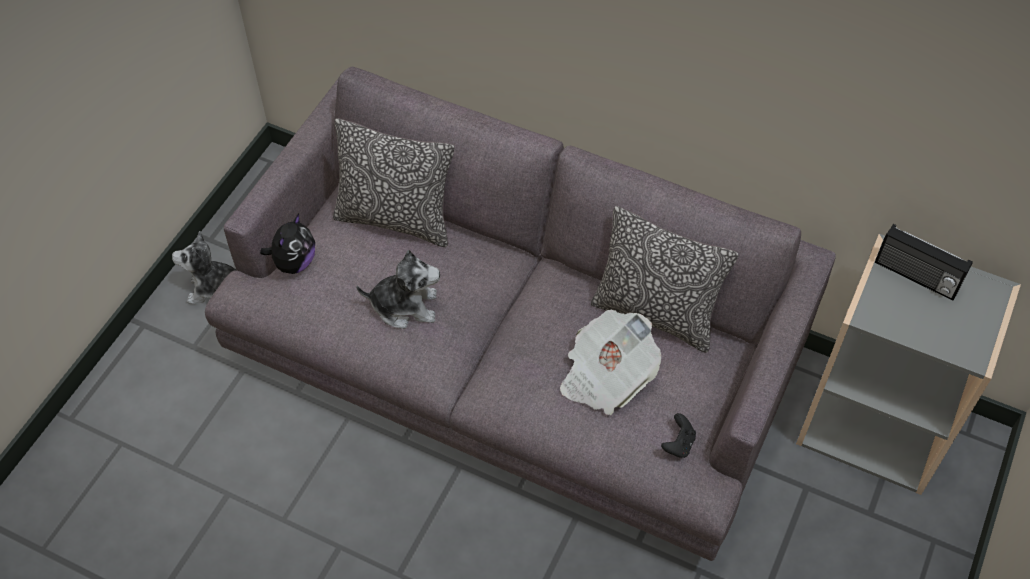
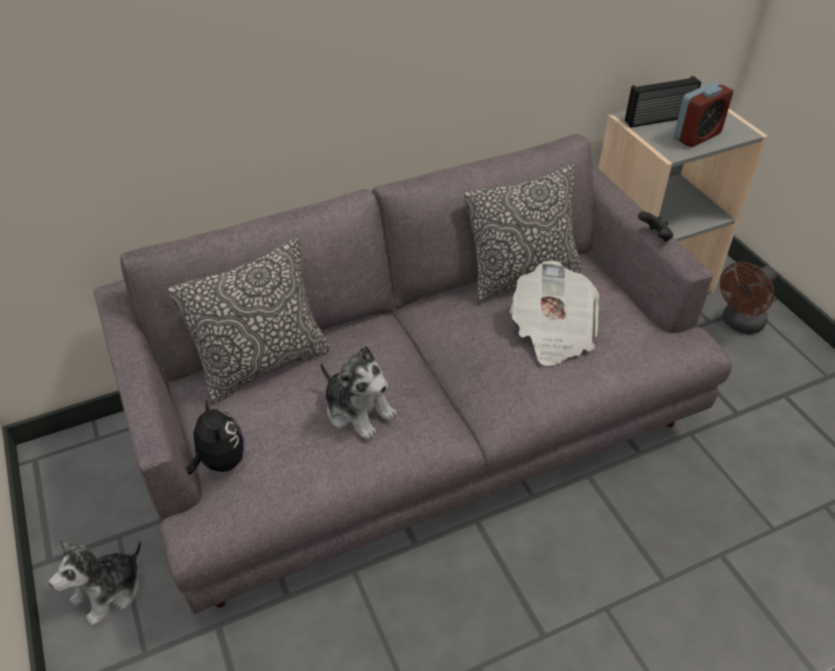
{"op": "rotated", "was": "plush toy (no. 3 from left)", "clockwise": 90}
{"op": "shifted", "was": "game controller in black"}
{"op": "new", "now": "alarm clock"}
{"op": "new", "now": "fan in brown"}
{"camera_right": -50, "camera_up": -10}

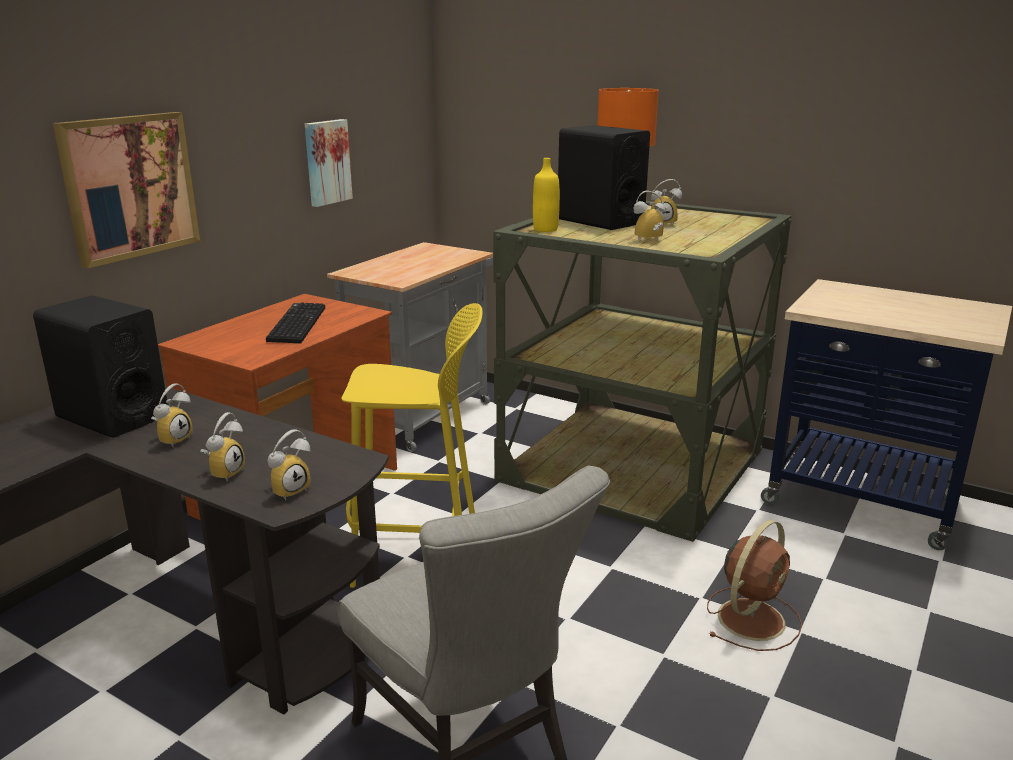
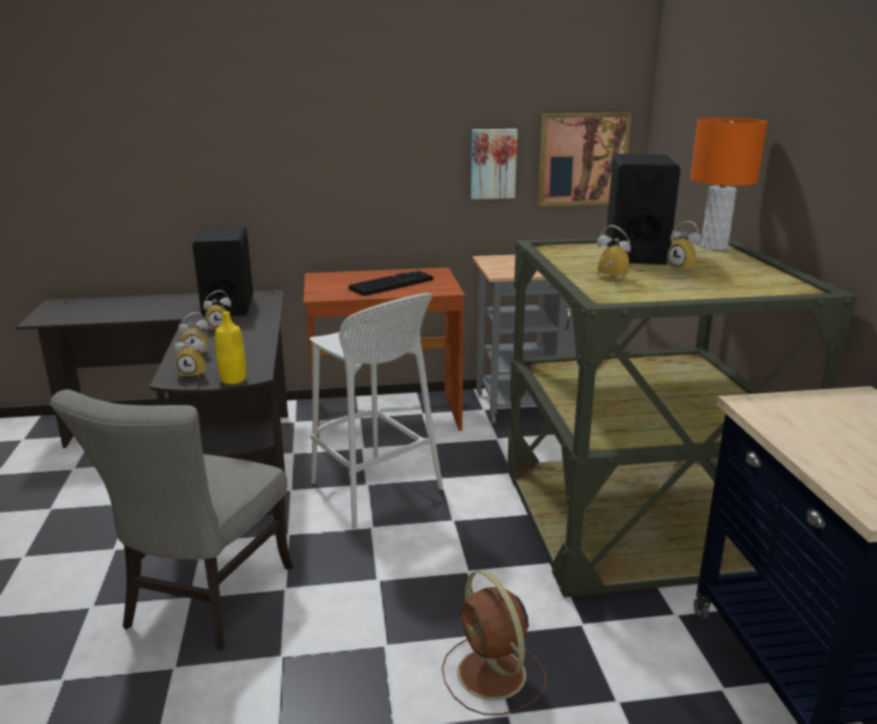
{"op": "shifted", "was": "picture (no. 1 from left in the first image)", "now": "picture (no. 2 from left)"}
{"op": "shifted", "was": "bottle in yellow"}
{"op": "repainted", "was": "stool in yellow", "now": "stool in white"}
{"op": "rotated", "was": "fan in brown", "clockwise": 60}
{"camera_right": 50, "camera_up": 0}

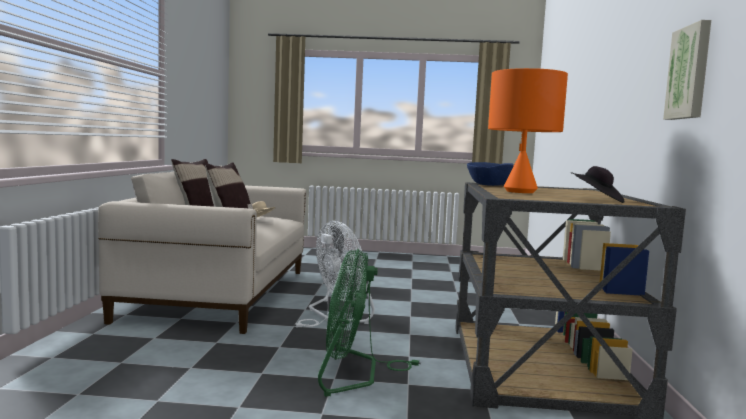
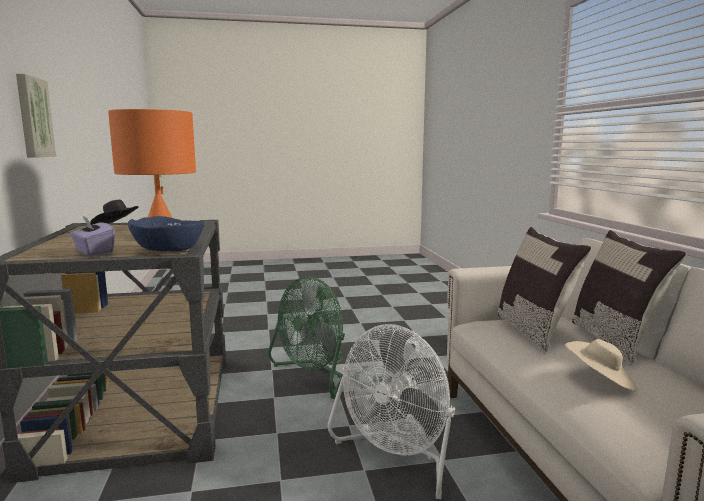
{"op": "rotated", "was": "fan in green", "clockwise": 150}
{"op": "new", "now": "tissue box in purple"}
{"camera_right": 165, "camera_up": 5}

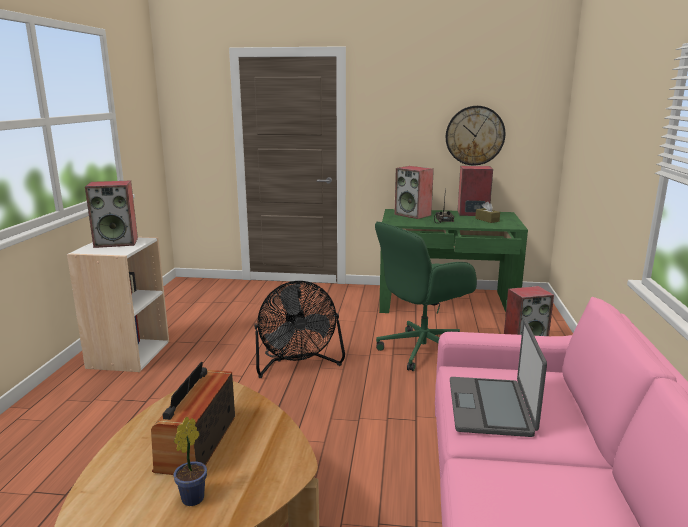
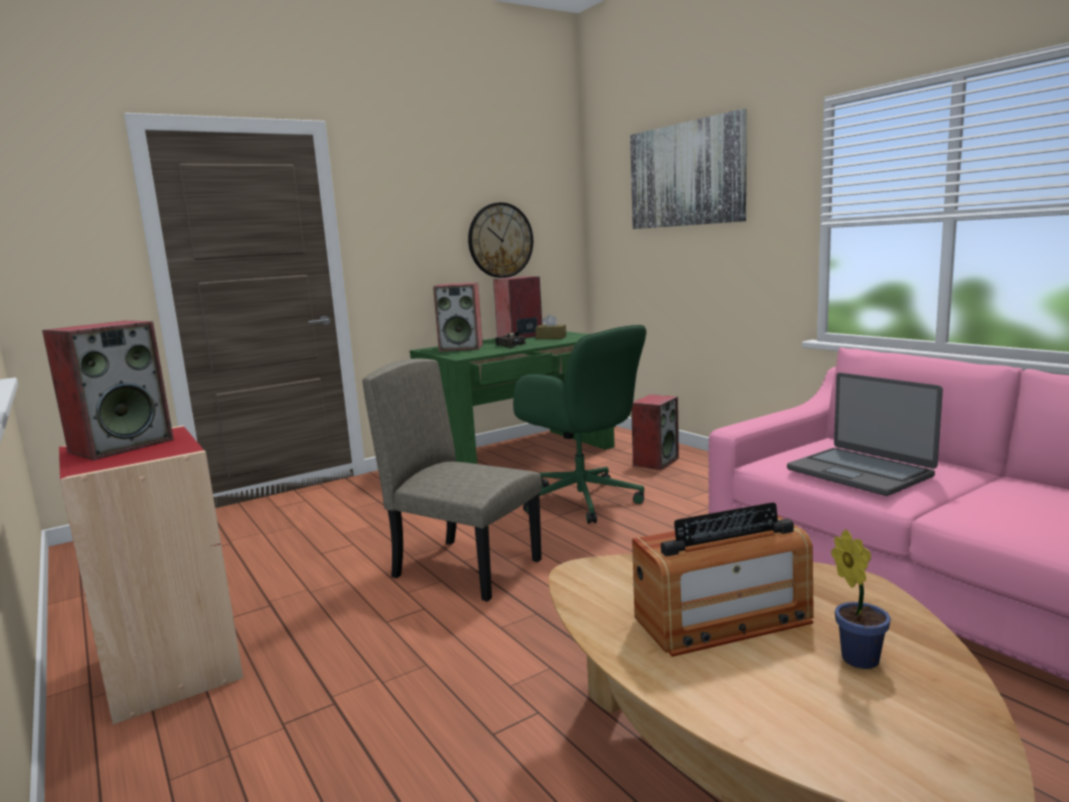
{"op": "rotated", "was": "office chair in green", "clockwise": -60}
{"op": "repainted", "was": "bookcase in white", "now": "bookcase in red"}
{"op": "swapped", "was": "fan in black", "now": "chair in beige"}
{"op": "rotated", "was": "radio (no. 1 from left in the first image)", "clockwise": -75}
{"op": "new", "now": "picture"}
{"camera_right": -40, "camera_up": -5}

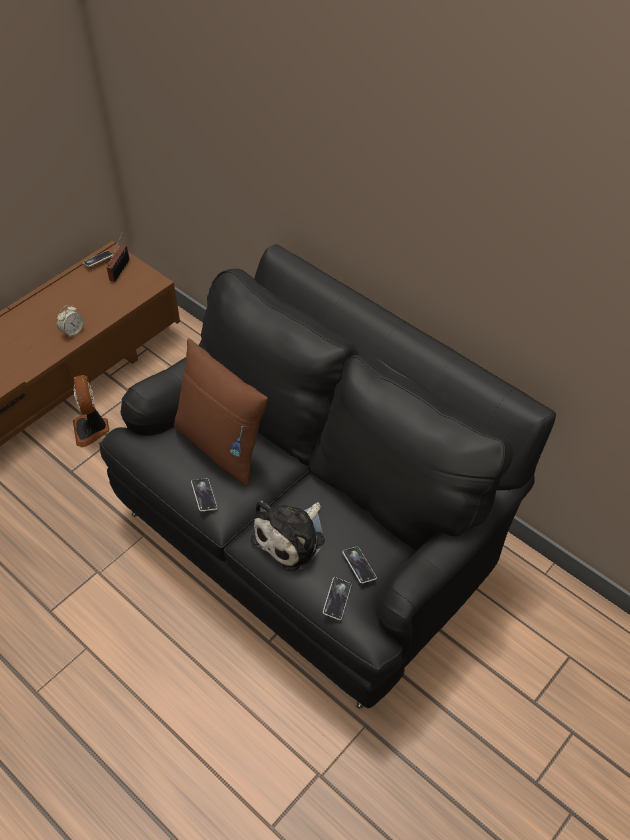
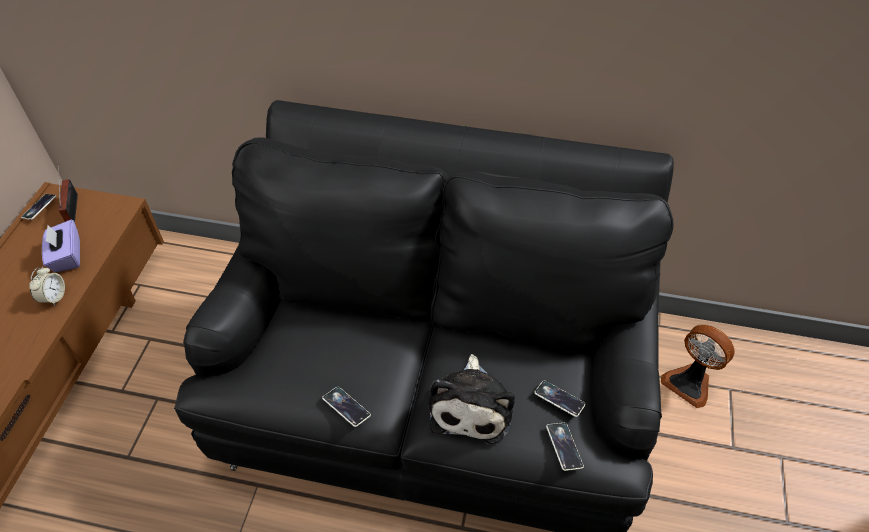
{"op": "gone", "was": "pillow in brown"}
{"op": "shifted", "was": "fan"}
{"op": "new", "now": "tissue box in purple"}
{"camera_right": -30, "camera_up": 0}

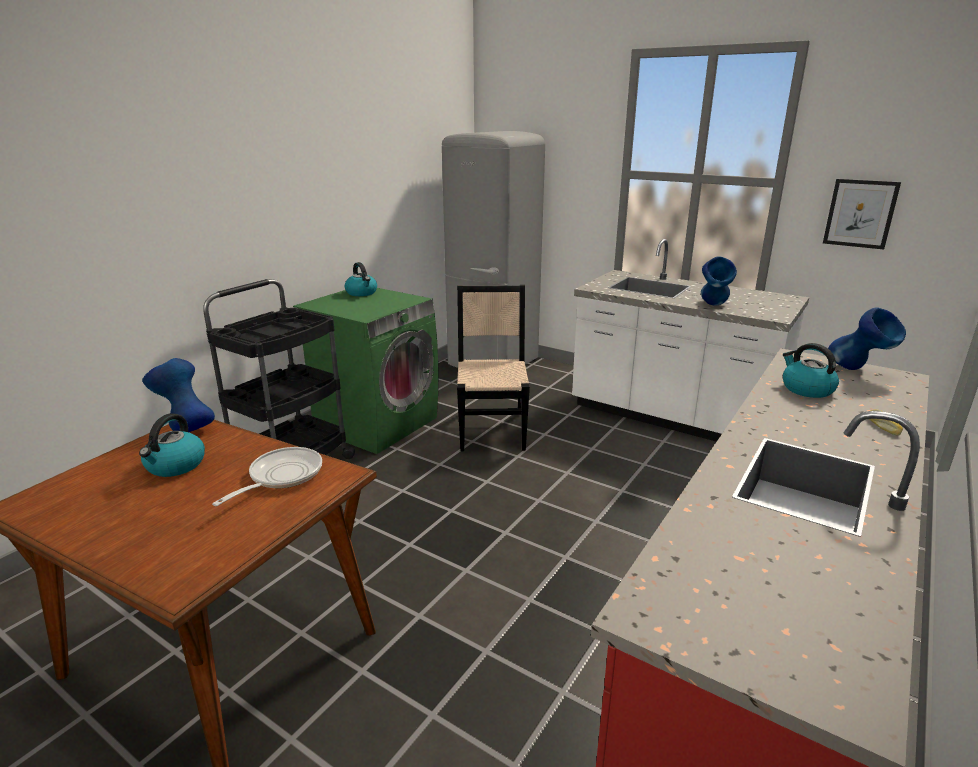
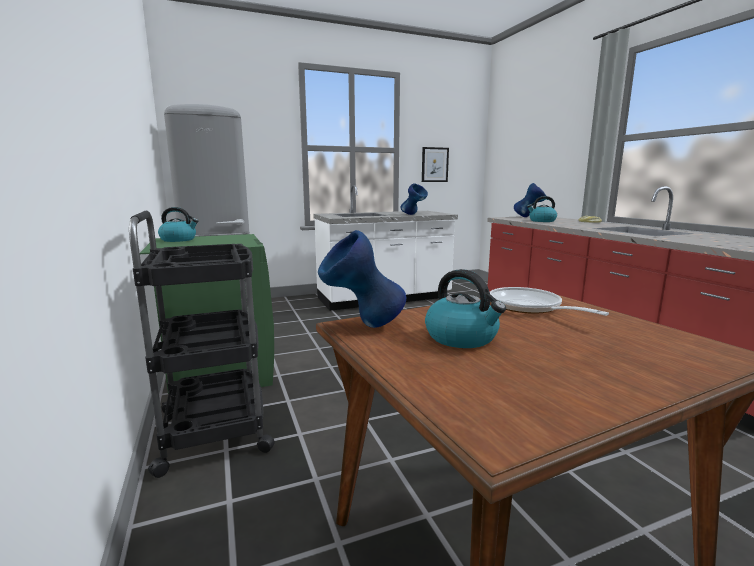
{"op": "gone", "was": "chair"}
{"camera_right": -55, "camera_up": -10}

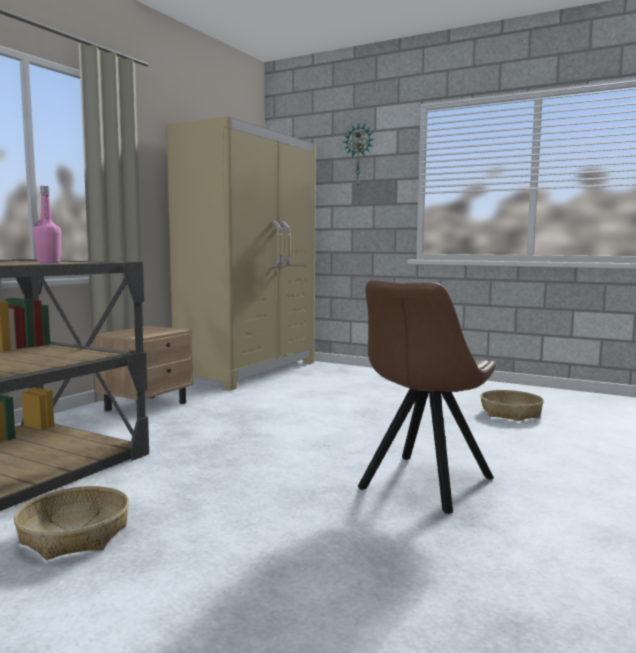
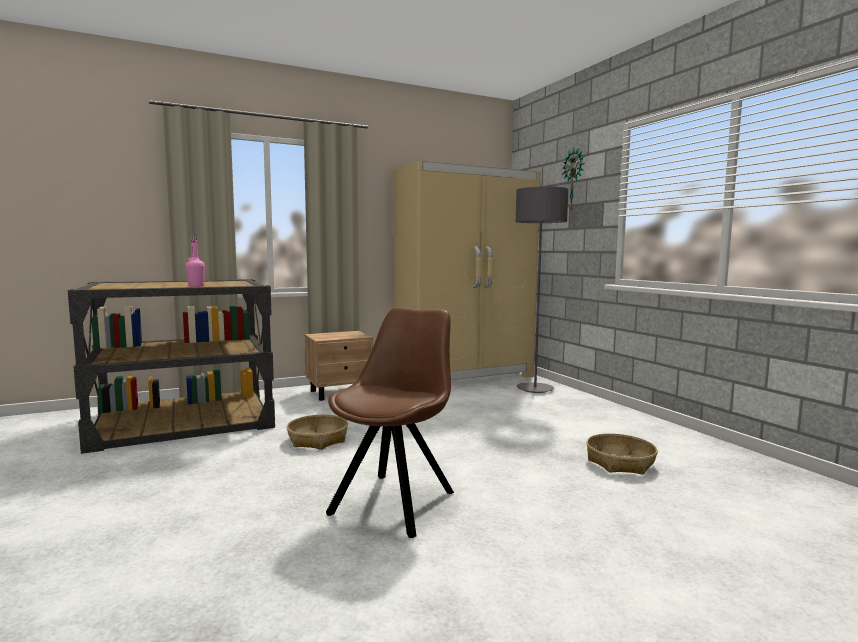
{"op": "rotated", "was": "chair in brown", "clockwise": 135}
{"op": "shifted", "was": "basket (no. 1 from left)"}
{"op": "new", "now": "floor lamp in grey"}
{"camera_right": 35, "camera_up": 0}

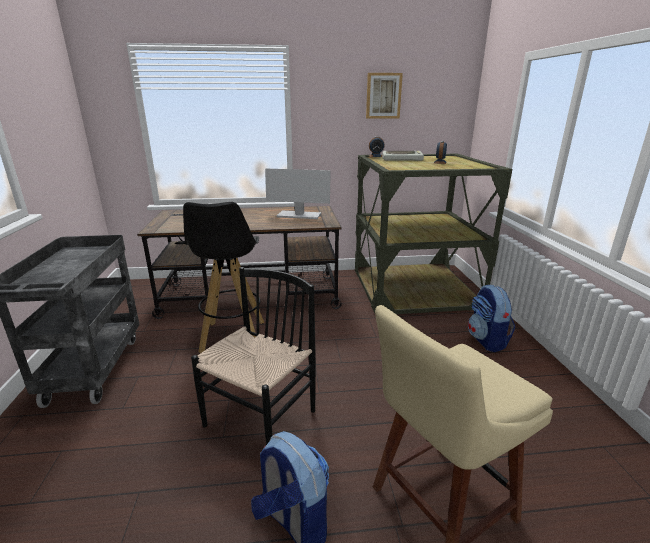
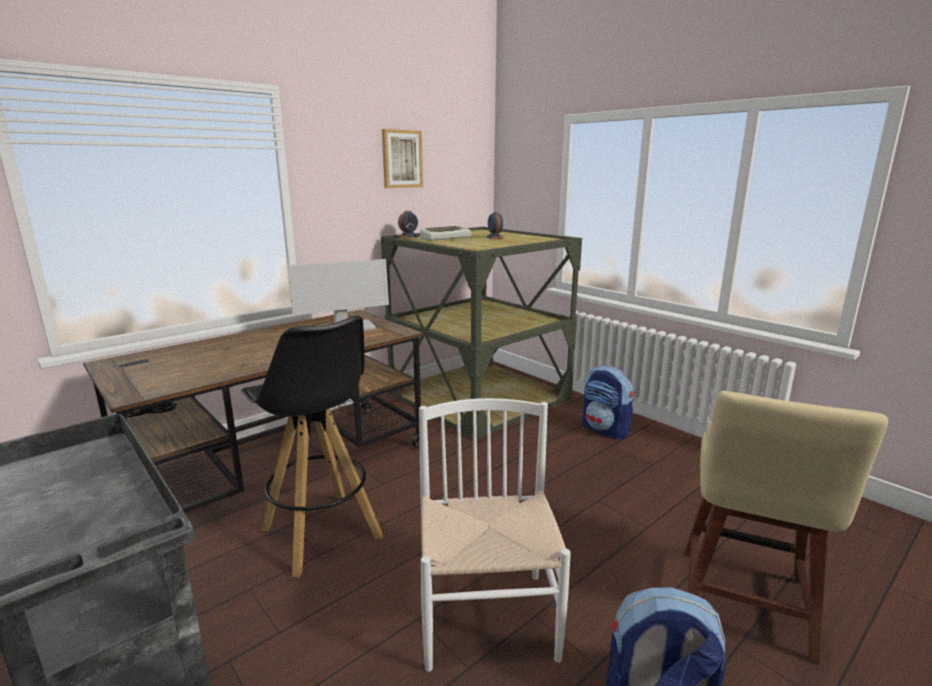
{"op": "repainted", "was": "chair in black", "now": "chair in white"}
{"camera_right": -35, "camera_up": -5}

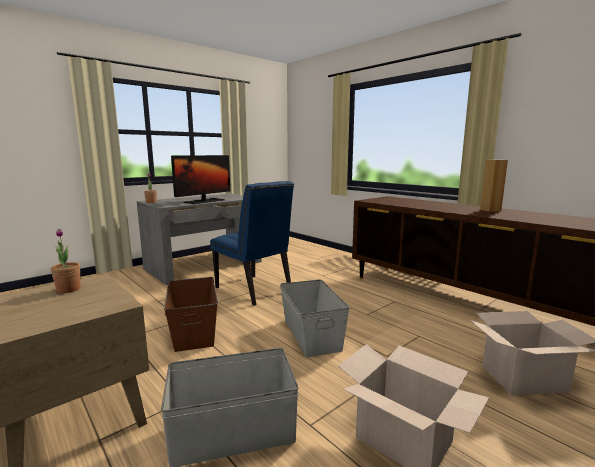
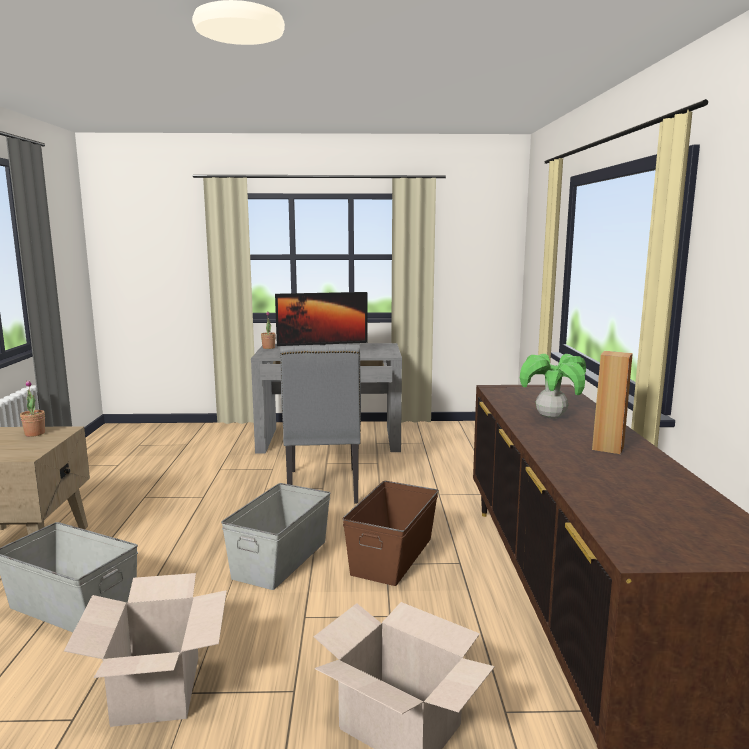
{"op": "repainted", "was": "chair in blue", "now": "chair in grey"}
{"op": "shifted", "was": "storage box in brown"}
{"op": "new", "now": "potted plant (no. 3 from left)"}
{"camera_right": 40, "camera_up": 0}

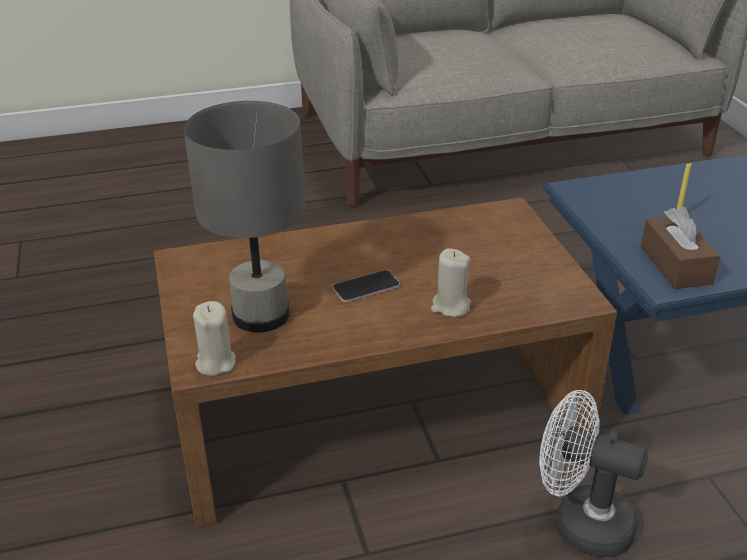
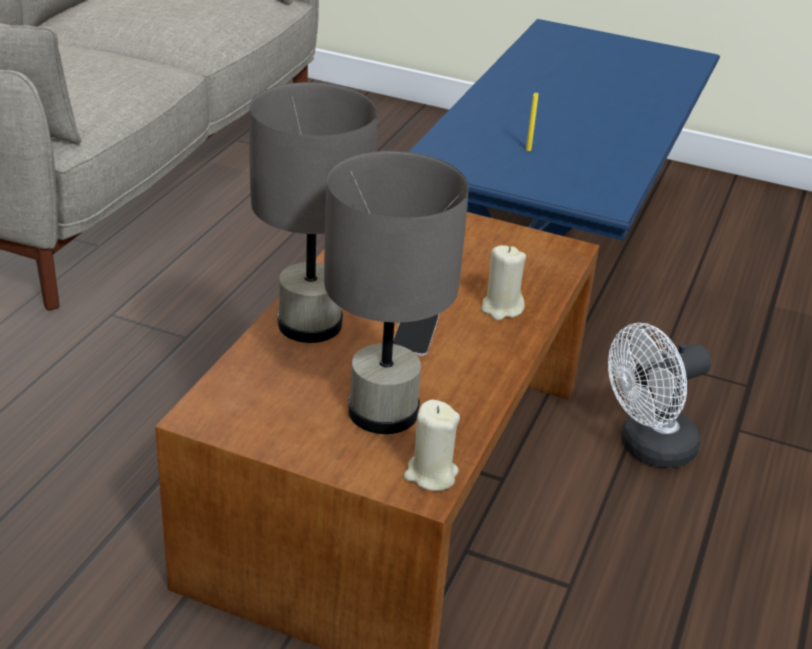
{"op": "gone", "was": "tissue box in brown"}
{"op": "new", "now": "table lamp in grey (no. 1 from left)"}
{"camera_right": -55, "camera_up": 0}

